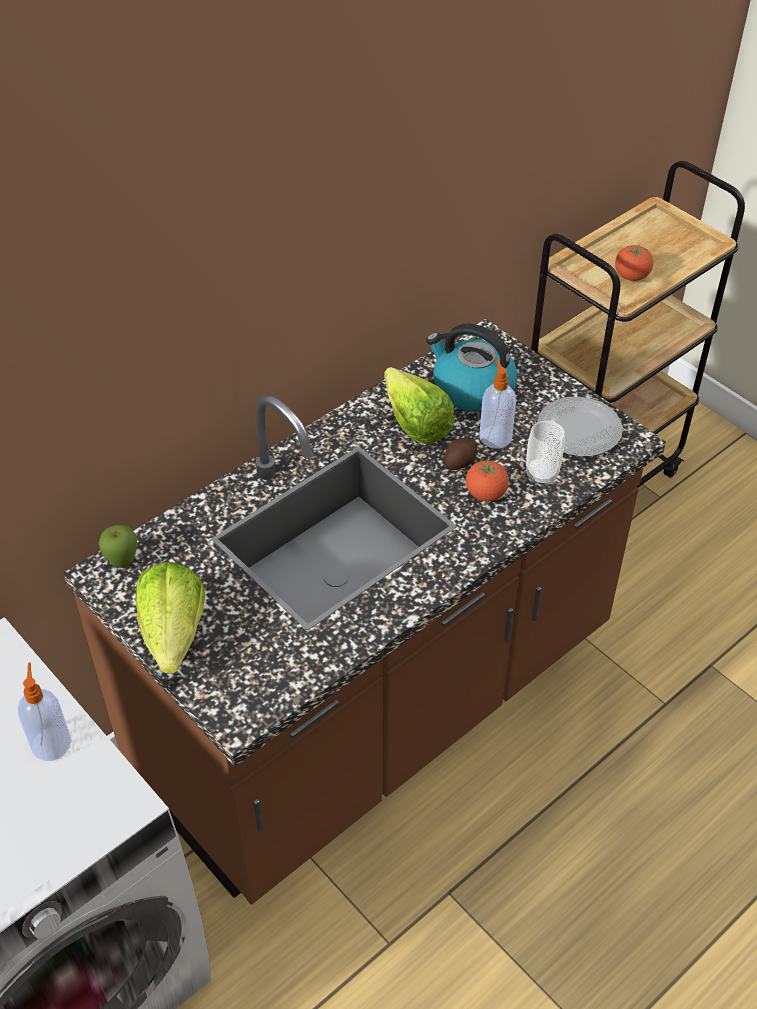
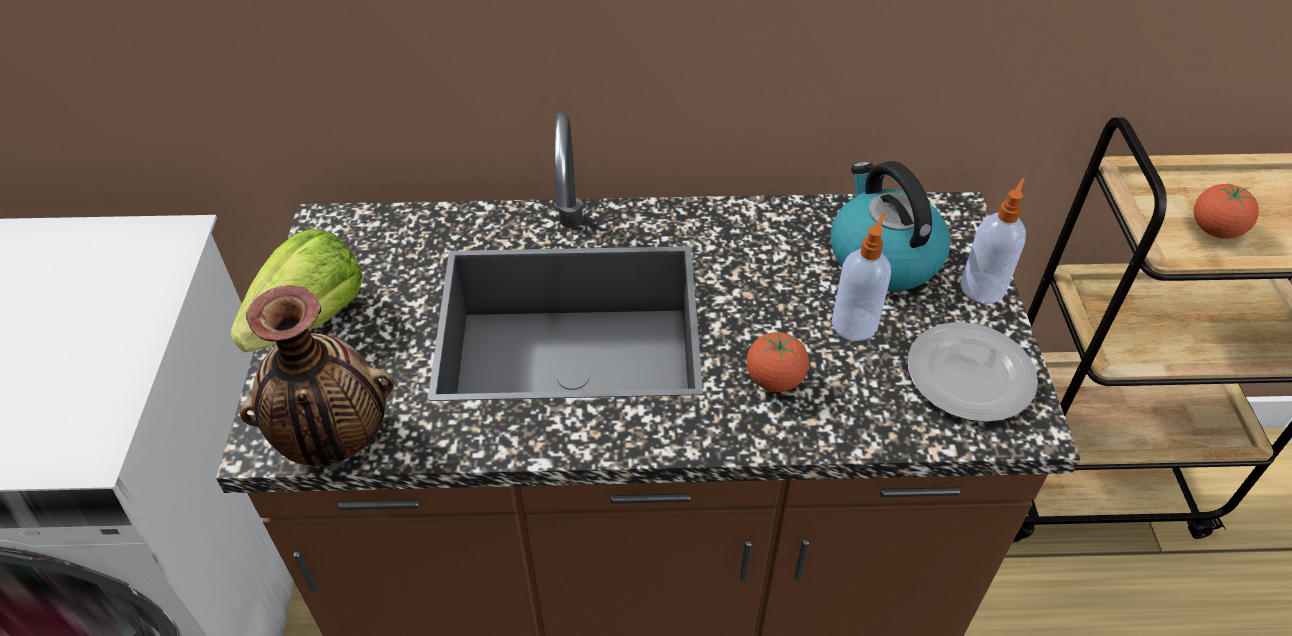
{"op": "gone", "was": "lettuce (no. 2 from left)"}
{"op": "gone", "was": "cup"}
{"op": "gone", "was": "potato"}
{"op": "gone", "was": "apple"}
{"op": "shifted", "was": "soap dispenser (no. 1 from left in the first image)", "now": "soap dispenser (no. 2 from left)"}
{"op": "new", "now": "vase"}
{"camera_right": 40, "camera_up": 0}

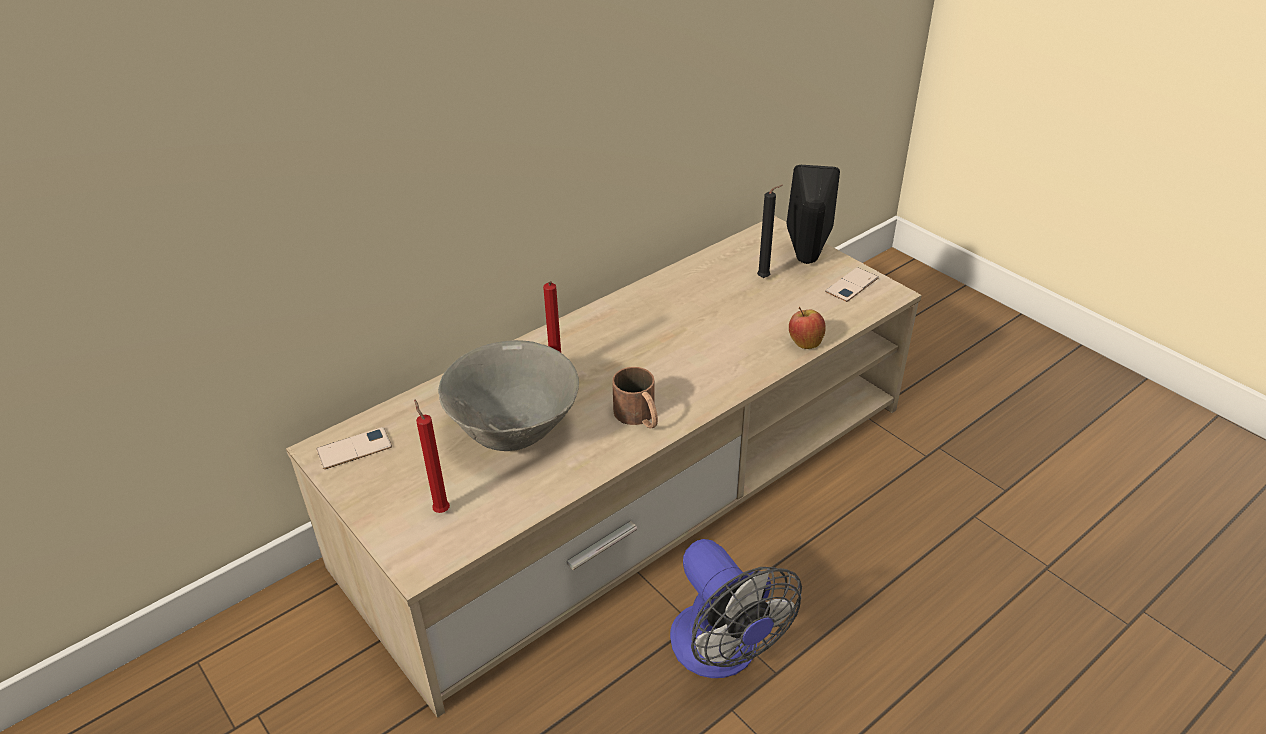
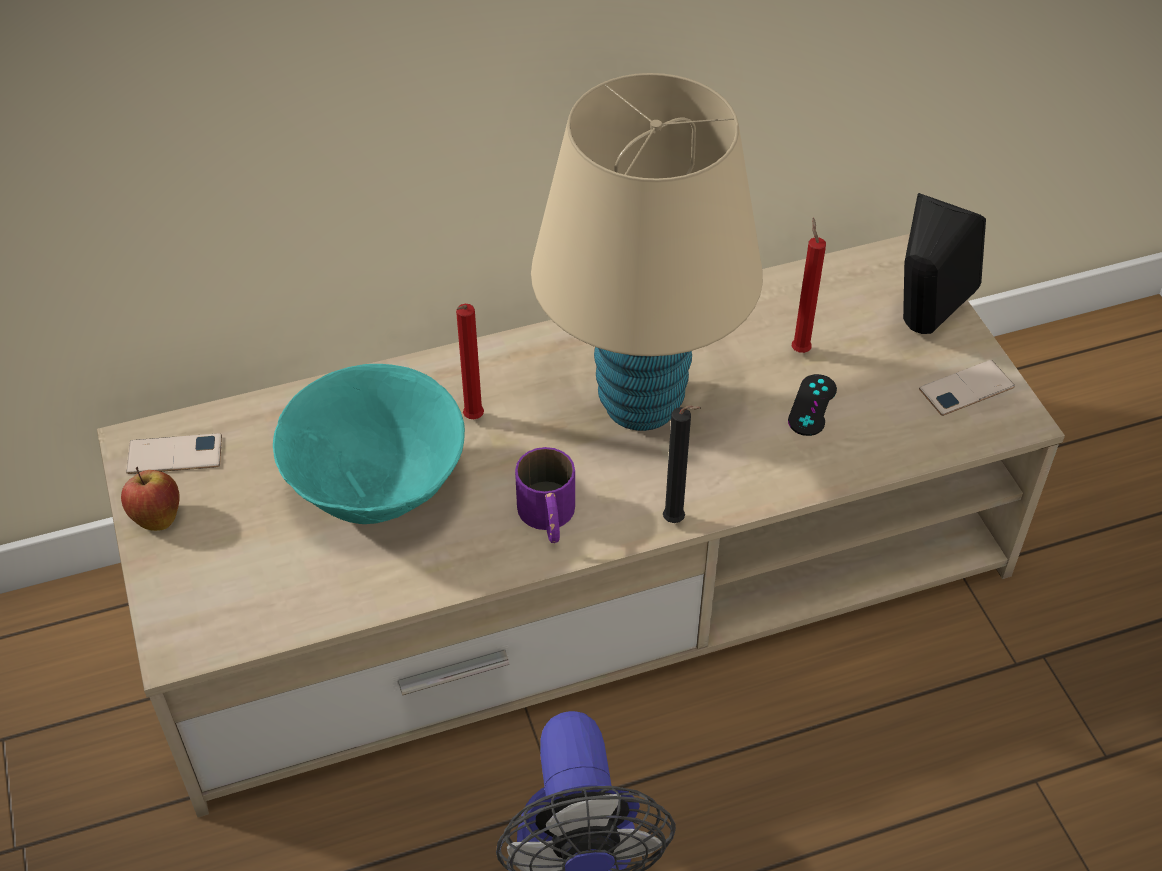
{"op": "shifted", "was": "candle in black"}
{"op": "shifted", "was": "apple"}
{"op": "repainted", "was": "bowl in grey", "now": "bowl in turquoise"}
{"op": "repainted", "was": "mug in brown", "now": "mug in purple"}
{"op": "shifted", "was": "candle in red (no. 1 from left in the first image)", "now": "candle in red (no. 2 from left)"}
{"op": "new", "now": "table lamp in beige"}
{"op": "new", "now": "game controller in black"}
{"camera_right": 20, "camera_up": 10}

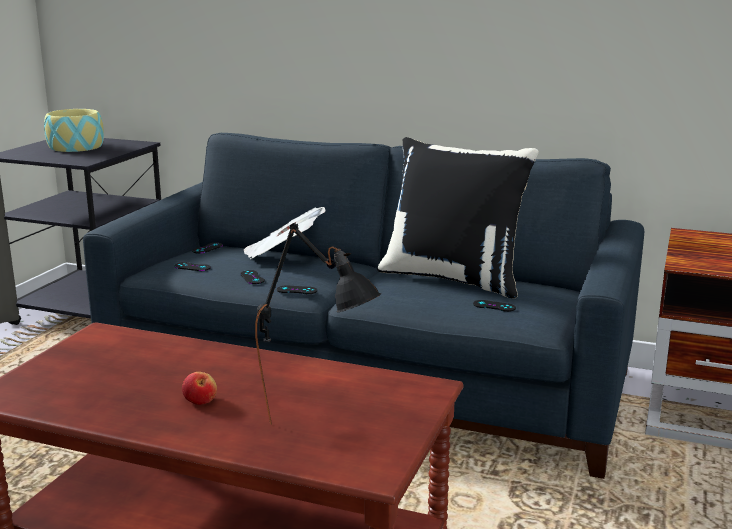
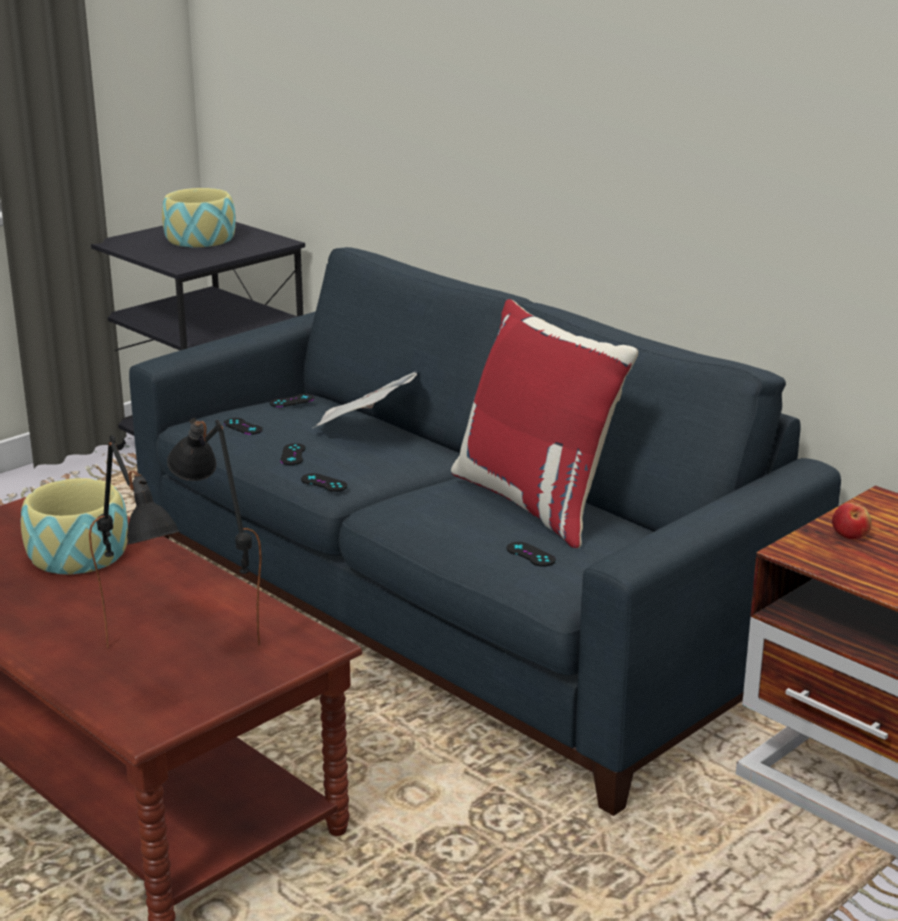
{"op": "repainted", "was": "pillow in black", "now": "pillow in red"}
{"op": "shifted", "was": "apple"}
{"op": "new", "now": "table lamp in black (no. 2 from left)"}
{"op": "new", "now": "bowl (no. 1 from left)"}
{"camera_right": 25, "camera_up": 5}

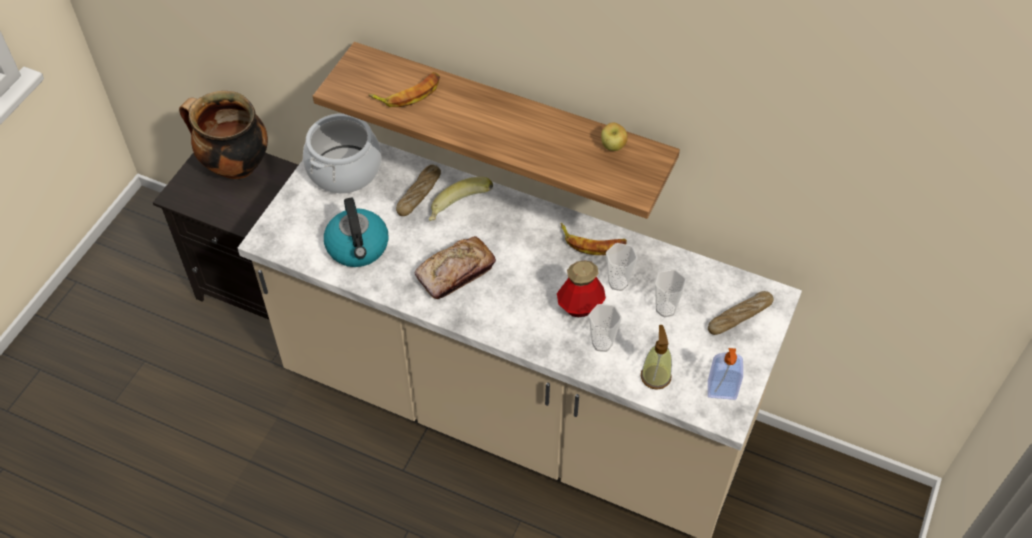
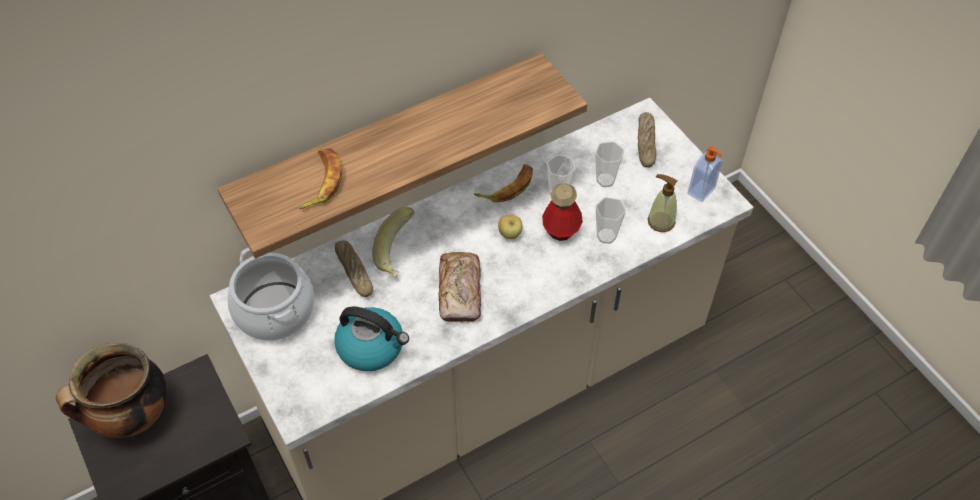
{"op": "shifted", "was": "apple"}
{"camera_right": -55, "camera_up": 0}

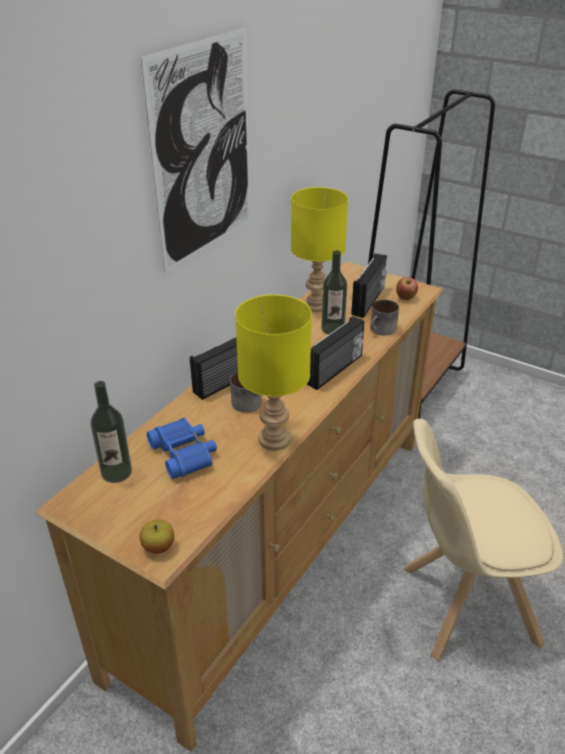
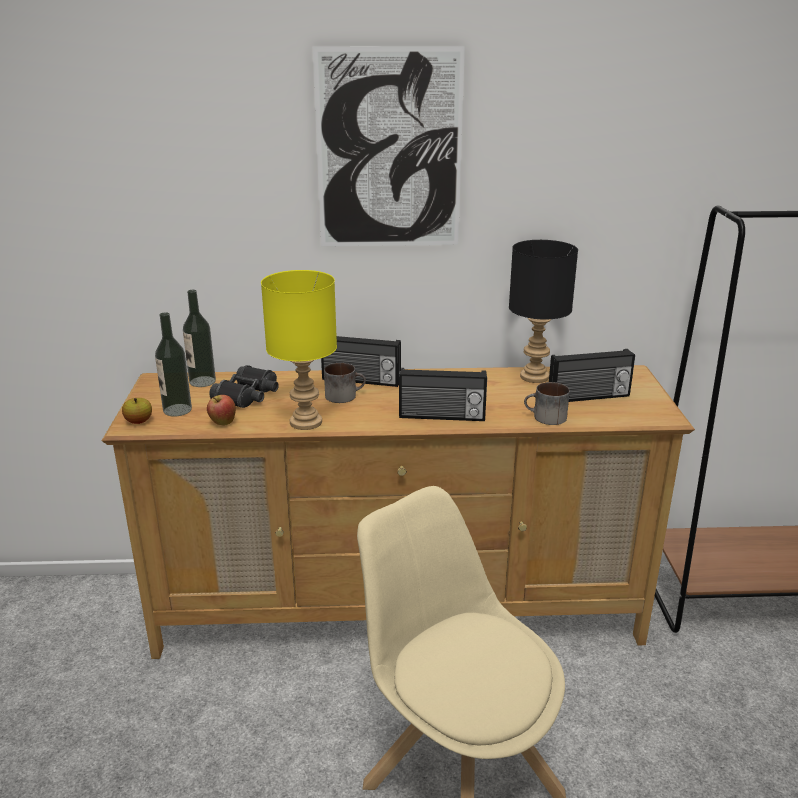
{"op": "repainted", "was": "table lamp in yellow (no. 2 from left)", "now": "table lamp in black"}
{"op": "shifted", "was": "bottle (no. 2 from left in the first image)", "now": "bottle (no. 1 from left)"}
{"op": "shifted", "was": "apple (no. 2 from left)"}
{"op": "repainted", "was": "binoculars in blue", "now": "binoculars in black"}
{"camera_right": 55, "camera_up": -10}

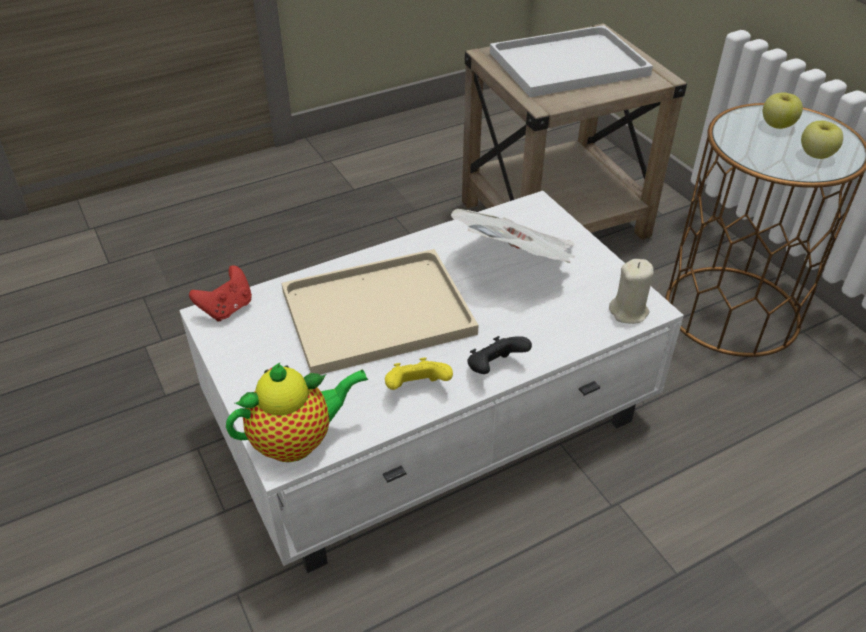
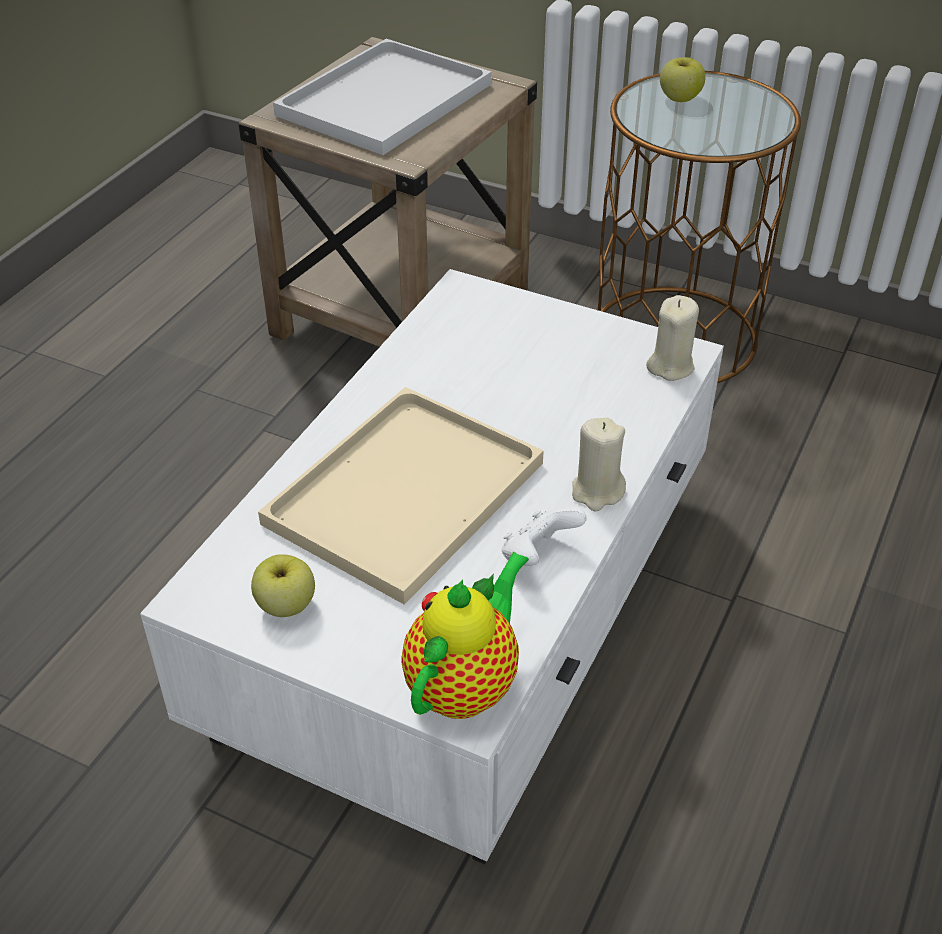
{"op": "shifted", "was": "apple (no. 2 from left in the first image)", "now": "apple (no. 1 from left)"}
{"op": "gone", "was": "newspaper"}
{"op": "gone", "was": "game controller in red"}
{"op": "swapped", "was": "game controller in black", "now": "candle in beige (no. 1 from left)"}
{"op": "repainted", "was": "game controller in yellow", "now": "game controller in white"}
{"camera_right": -35, "camera_up": 0}

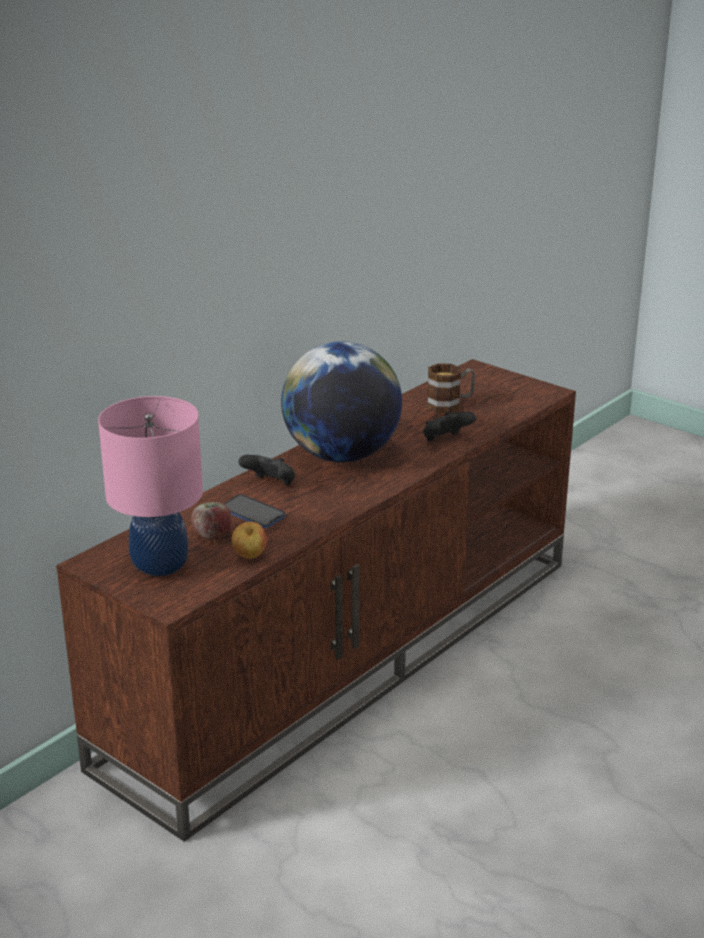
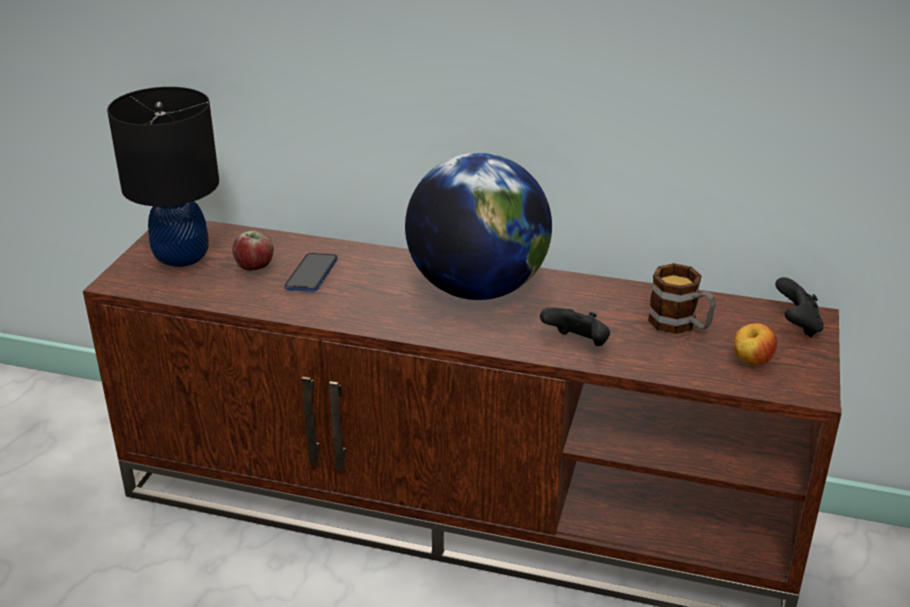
{"op": "repainted", "was": "table lamp in pink", "now": "table lamp in black"}
{"op": "shifted", "was": "game controller in black (no. 1 from left in the first image)", "now": "game controller in black (no. 2 from left)"}
{"op": "shifted", "was": "apple (no. 2 from left)"}
{"camera_right": 65, "camera_up": 5}

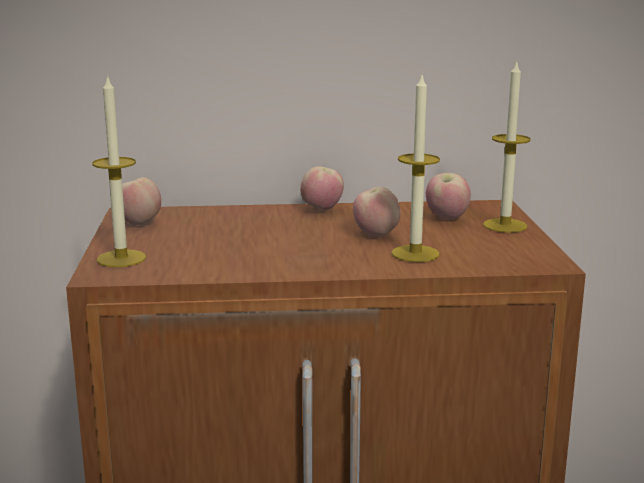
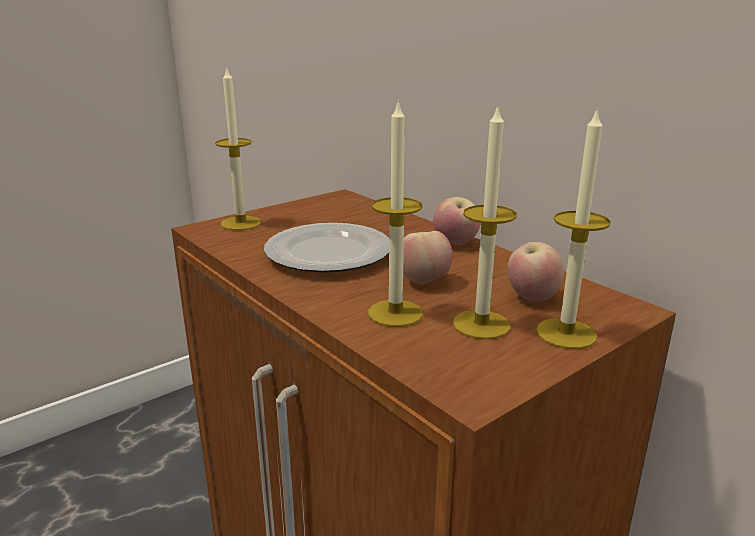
{"op": "gone", "was": "apple (no. 1 from left)"}
{"op": "new", "now": "candle (no. 3 from left)"}
{"op": "new", "now": "plate"}
{"camera_right": 55, "camera_up": 5}

